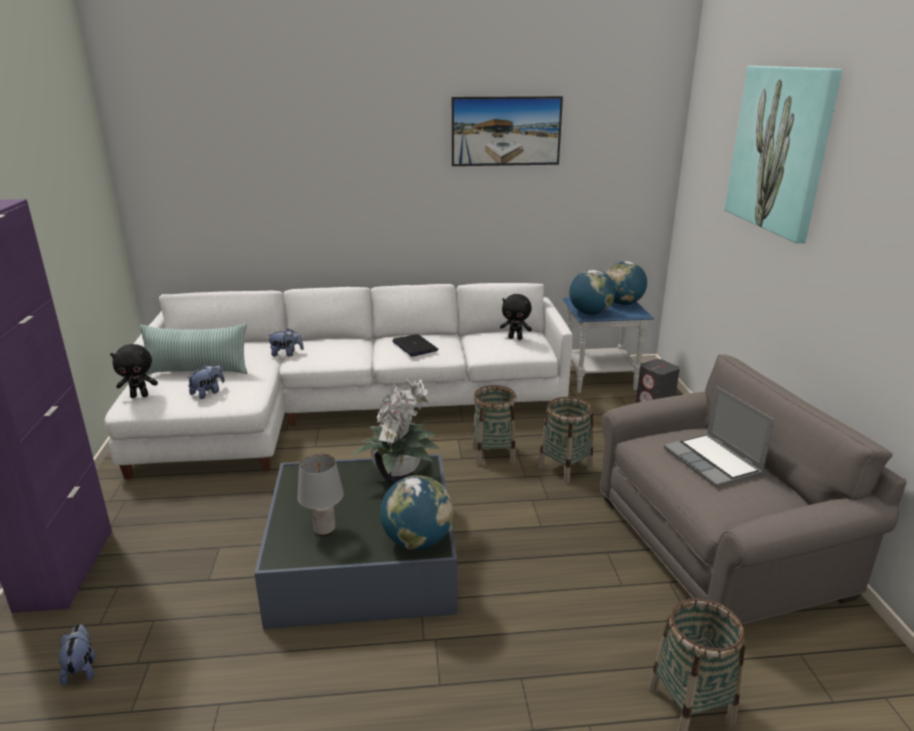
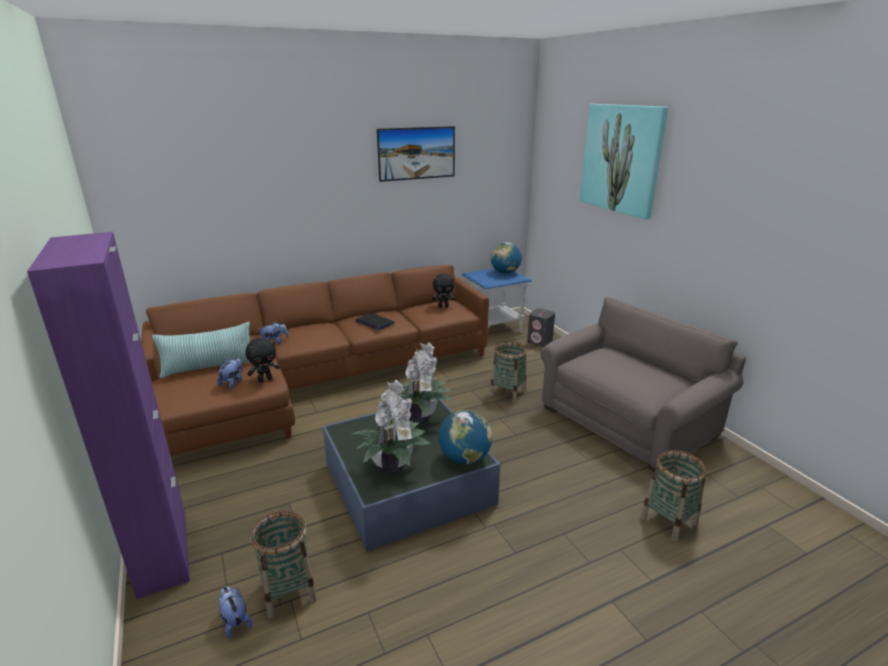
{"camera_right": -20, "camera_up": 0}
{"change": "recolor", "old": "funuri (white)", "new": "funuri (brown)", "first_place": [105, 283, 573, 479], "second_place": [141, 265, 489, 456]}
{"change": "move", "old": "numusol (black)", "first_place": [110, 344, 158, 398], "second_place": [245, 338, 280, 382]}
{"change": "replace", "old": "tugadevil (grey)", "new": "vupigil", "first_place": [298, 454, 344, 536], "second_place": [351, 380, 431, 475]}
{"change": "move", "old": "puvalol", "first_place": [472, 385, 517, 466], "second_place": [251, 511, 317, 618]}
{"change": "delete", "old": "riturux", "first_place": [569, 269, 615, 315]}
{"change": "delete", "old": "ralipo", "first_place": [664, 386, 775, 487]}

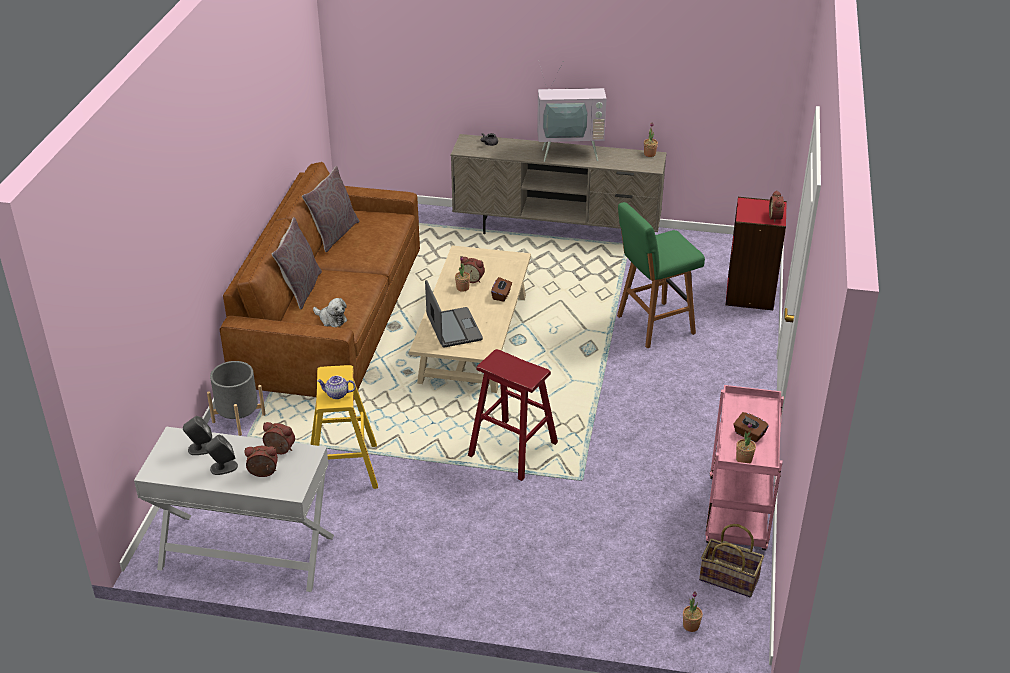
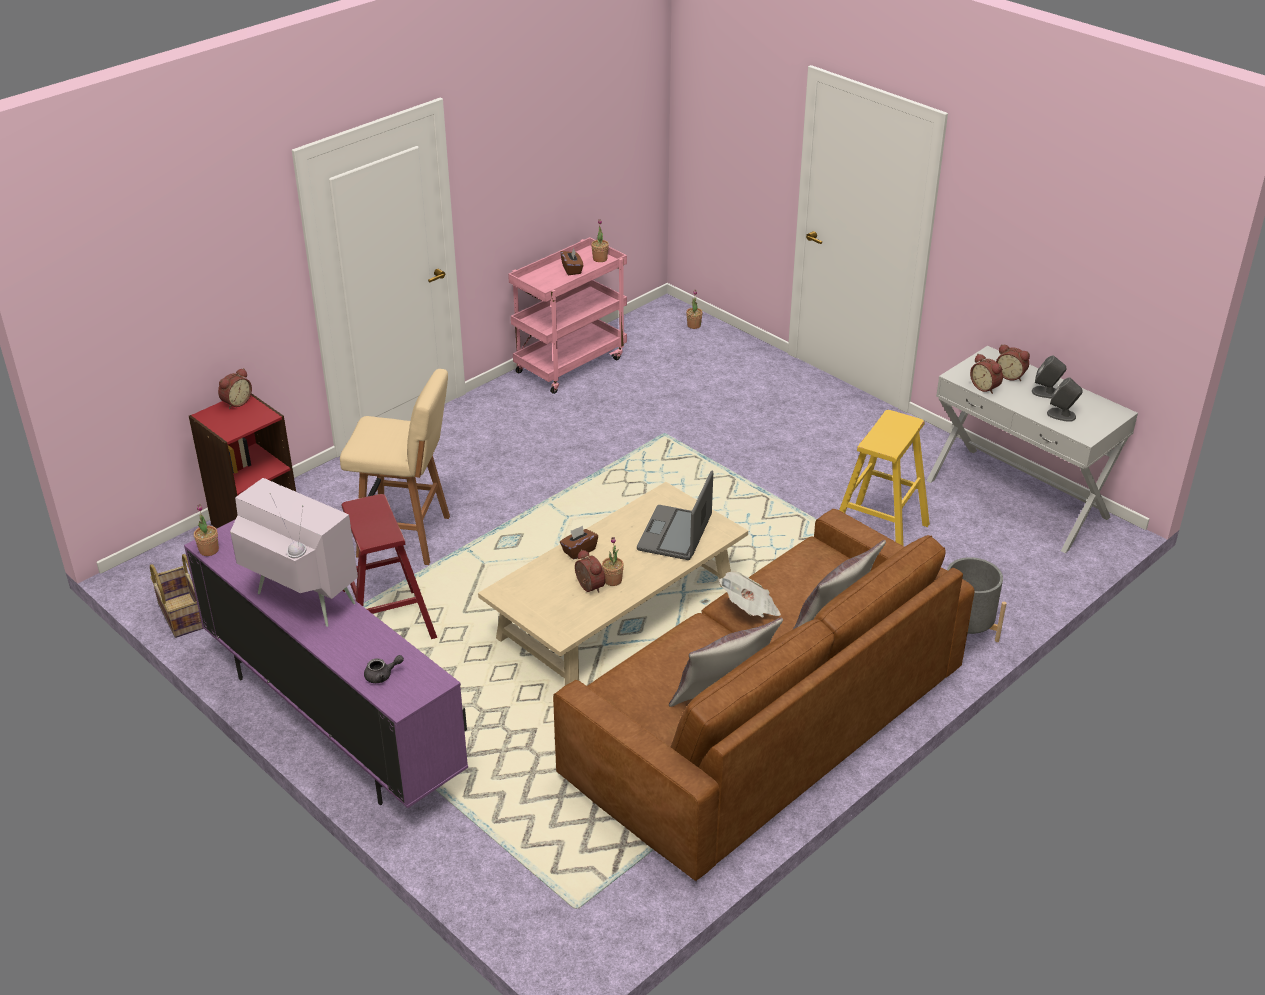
{"camera_right": -145, "camera_up": 0}
{"change": "delete", "old": "numusol", "first_place": [313, 298, 347, 327]}
{"change": "delete", "old": "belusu", "first_place": [317, 376, 356, 399]}
{"change": "recolor", "old": "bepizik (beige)", "new": "bepizik (purple)", "first_place": [451, 134, 667, 234], "second_place": [184, 519, 468, 808]}
{"change": "move", "old": "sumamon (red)", "first_place": [468, 349, 558, 481], "second_place": [341, 494, 437, 639]}
{"change": "recolor", "old": "sumamon (green)", "new": "sumamon (beige)", "first_place": [617, 202, 705, 348], "second_place": [340, 369, 450, 565]}
{"change": "move", "old": "puvalol", "first_place": [699, 524, 764, 597], "second_place": [150, 554, 204, 638]}
{"change": "insert", "new": "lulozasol", "second_place": [719, 572, 781, 617]}

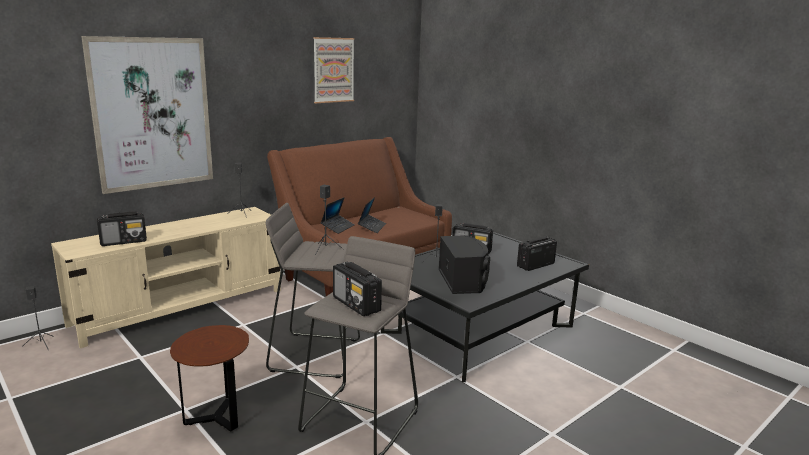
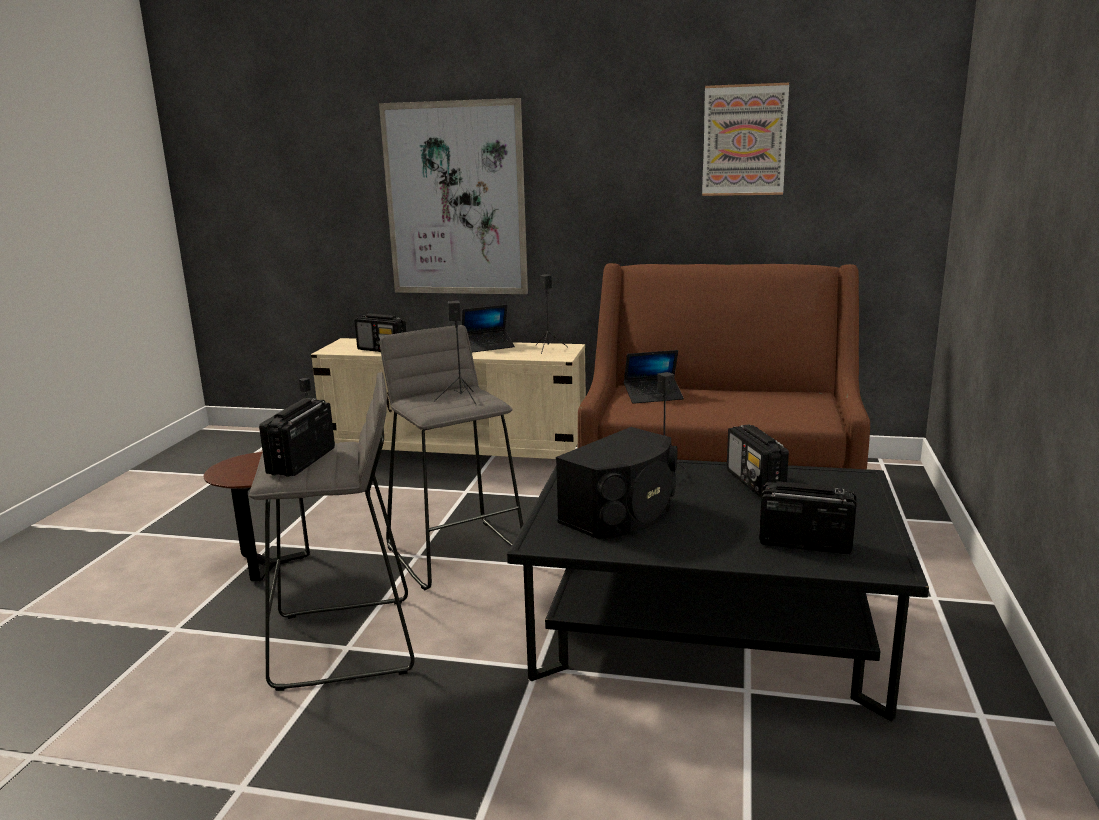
{"camera_right": 55, "camera_up": 0}
{"change": "move", "old": "ralipo", "first_place": [358, 197, 386, 233], "second_place": [462, 304, 515, 353]}

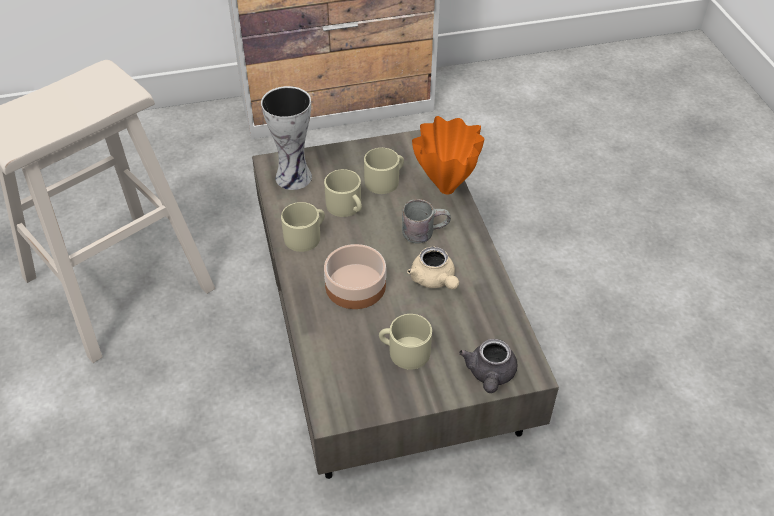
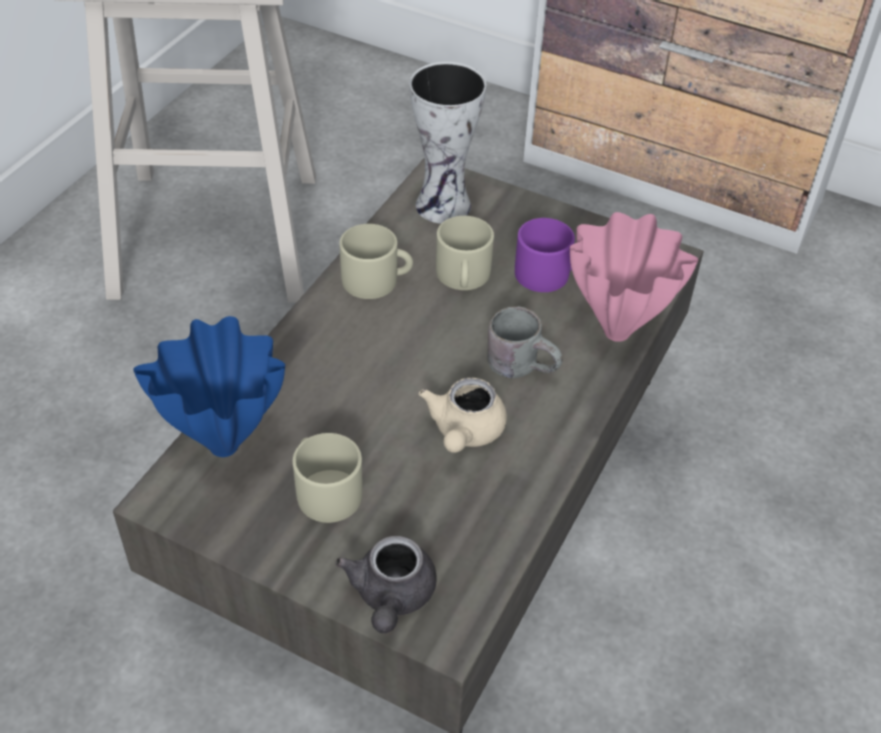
{"camera_right": 40, "camera_up": 0}
{"change": "delete", "old": "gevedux", "first_place": [324, 244, 386, 309]}
{"change": "recolor", "old": "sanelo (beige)", "new": "sanelo (purple)", "first_place": [364, 148, 404, 194], "second_place": [515, 218, 575, 292]}
{"change": "recolor", "old": "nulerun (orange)", "new": "nulerun (pink)", "first_place": [412, 116, 484, 194], "second_place": [570, 212, 698, 342]}
{"change": "rotate", "old": "belusu (grey)", "first_place": [459, 339, 517, 393], "second_place": [335, 536, 437, 633], "degrees": -45}
{"change": "insert", "new": "nulerun (blue)", "second_place": [133, 316, 285, 457]}

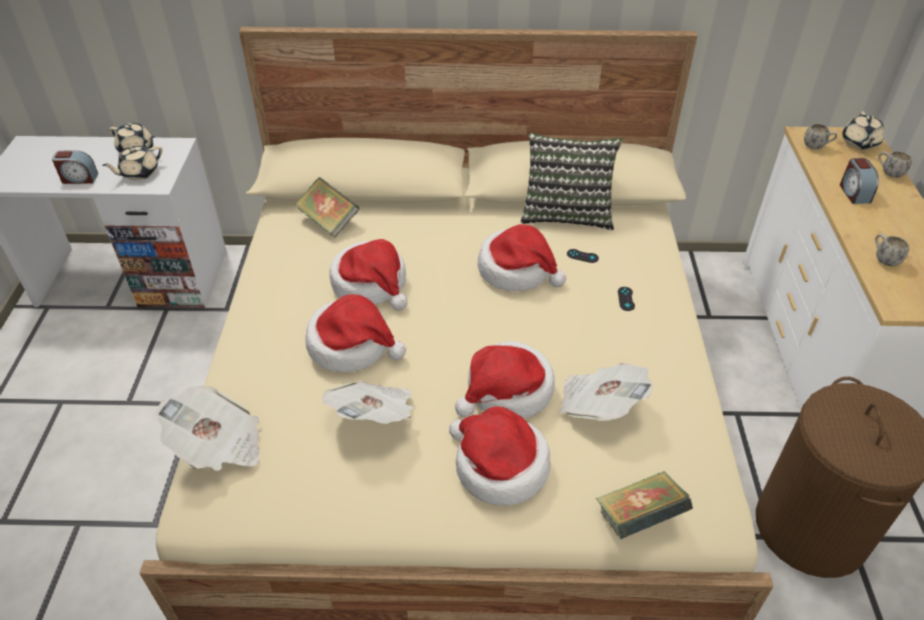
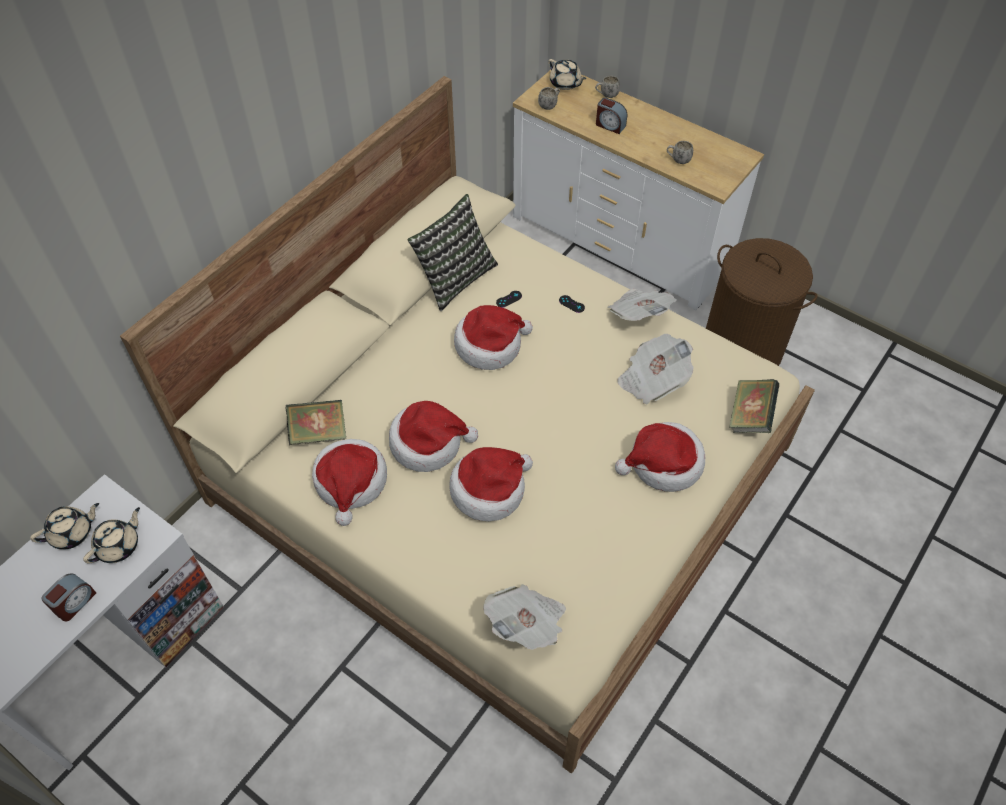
{"camera_right": -55, "camera_up": 10}
{"change": "rotate", "old": "belusu (beige)", "first_place": [102, 146, 162, 180], "second_place": [83, 507, 140, 563], "degrees": -135}
{"change": "move", "old": "lulozasol", "first_place": [322, 381, 414, 424], "second_place": [607, 289, 677, 321]}
{"change": "move", "old": "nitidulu", "first_place": [455, 341, 555, 419], "second_place": [312, 439, 387, 526]}

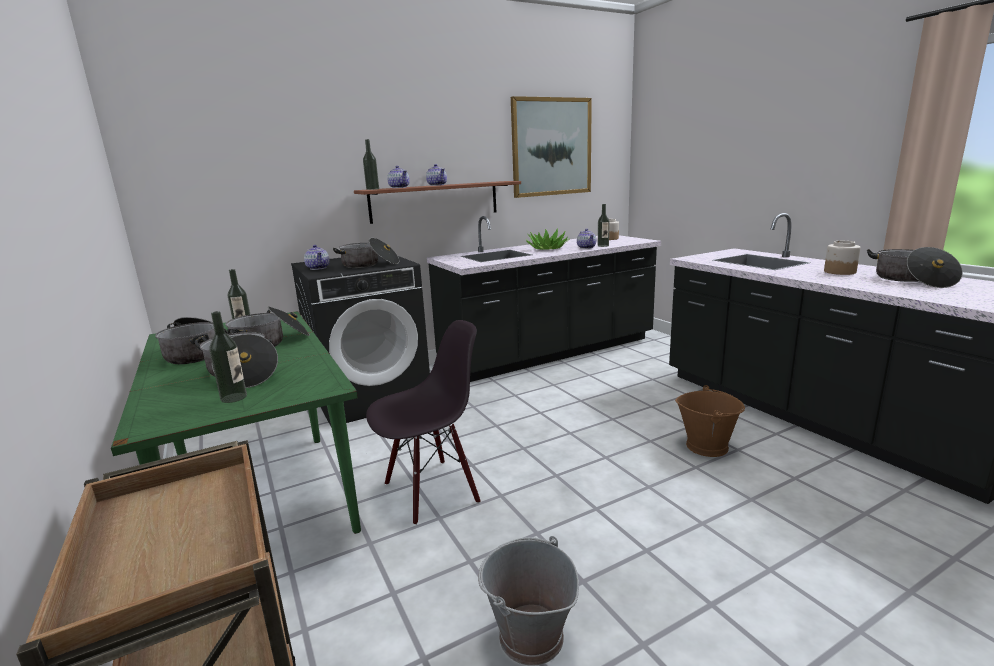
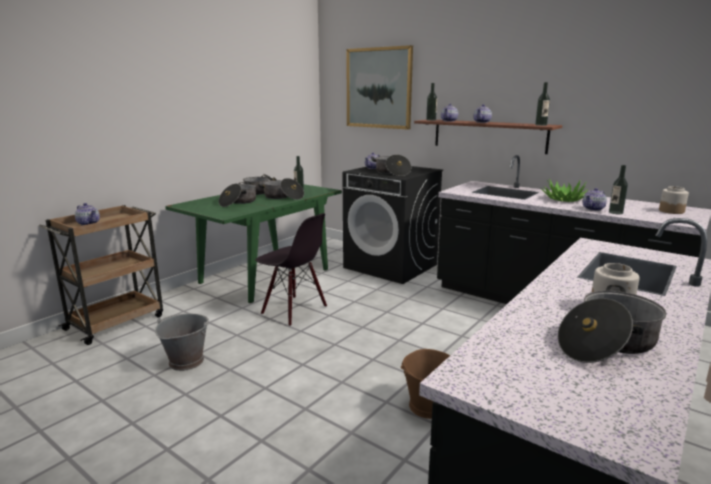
{"camera_right": 65, "camera_up": 0}
{"change": "move", "old": "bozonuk", "first_place": [209, 311, 247, 403], "second_place": [535, 82, 550, 126]}
{"change": "move", "old": "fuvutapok", "first_place": [511, 96, 592, 198], "second_place": [346, 45, 413, 130]}
{"change": "insert", "new": "belusu", "second_place": [75, 203, 100, 226]}

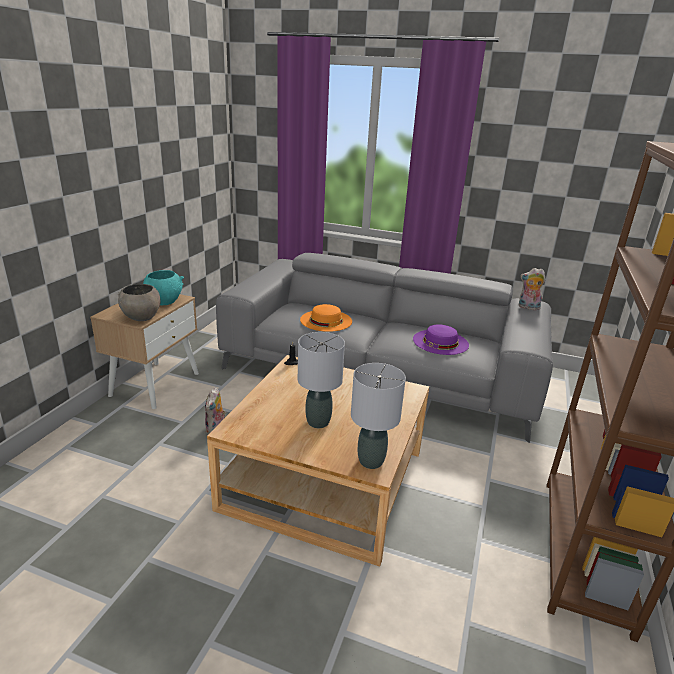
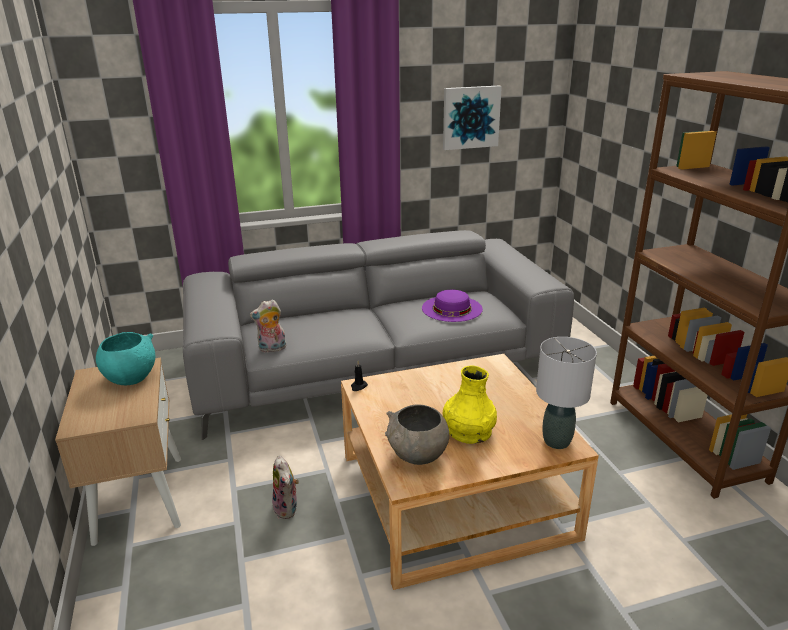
{"camera_right": -35, "camera_up": 0}
{"change": "move", "old": "gevedux (grey)", "first_place": [118, 283, 161, 321], "second_place": [385, 405, 449, 465]}
{"change": "replace", "old": "tugadevil (grey)", "new": "nulerun (yellow)", "first_place": [298, 332, 345, 428], "second_place": [443, 365, 497, 444]}
{"change": "delete", "old": "nitidulu (orange)", "first_place": [300, 304, 352, 332]}
{"change": "move", "old": "numusol", "first_place": [519, 268, 546, 310], "second_place": [250, 299, 286, 353]}
{"change": "insert", "new": "fuvutapok", "second_place": [443, 86, 502, 150]}

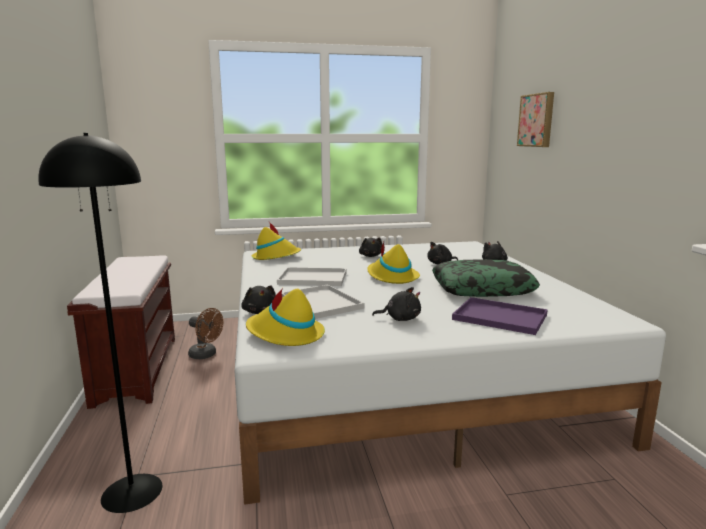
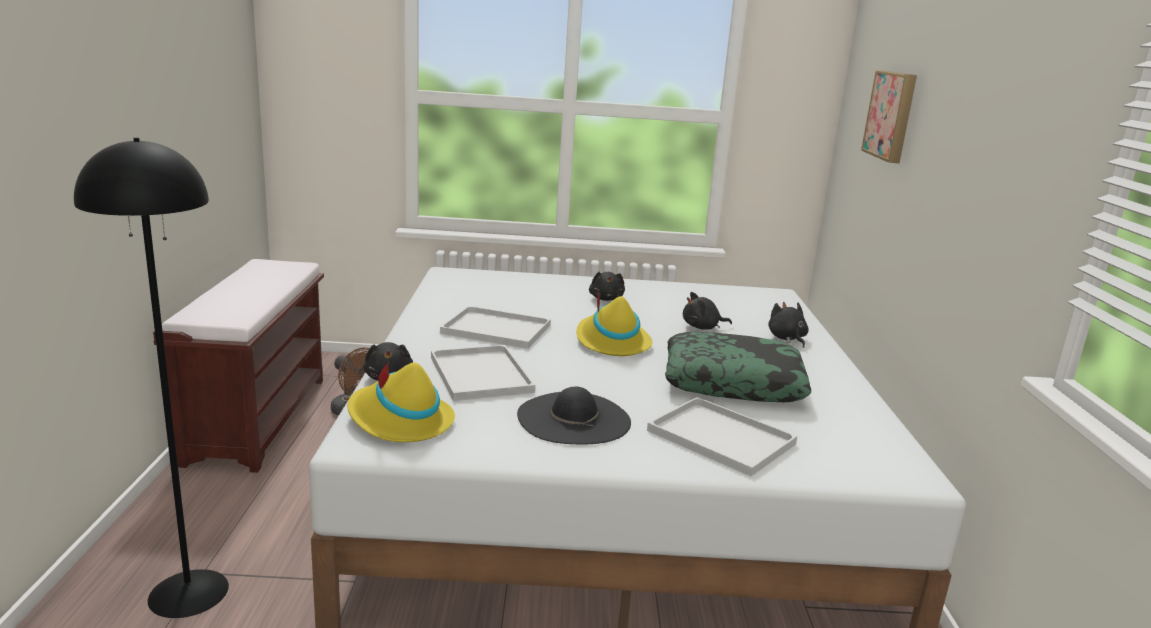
{"camera_right": 10, "camera_up": 5}
{"change": "delete", "old": "nitidulu (yellow)", "first_place": [252, 222, 301, 260]}
{"change": "replace", "old": "numusol (black)", "new": "nitidulu (black)", "first_place": [372, 287, 421, 321], "second_place": [517, 386, 631, 445]}
{"change": "recolor", "old": "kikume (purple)", "new": "kikume (white)", "first_place": [452, 297, 548, 335], "second_place": [647, 397, 797, 477]}

